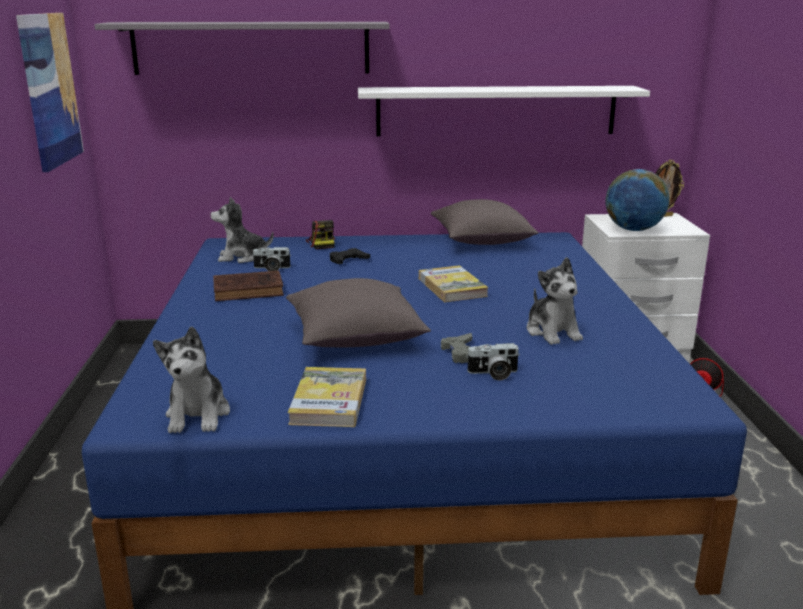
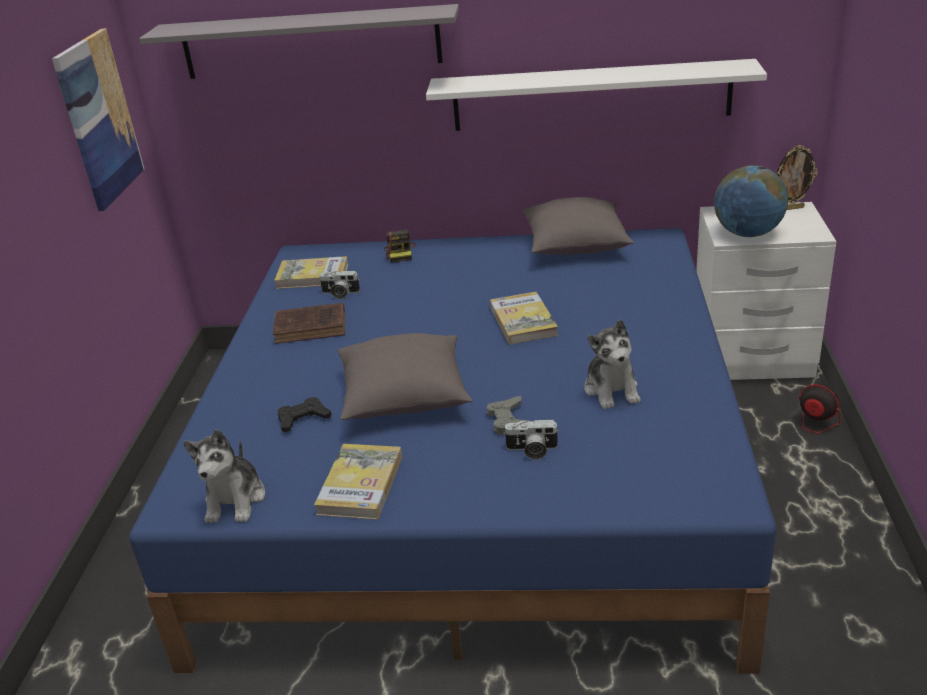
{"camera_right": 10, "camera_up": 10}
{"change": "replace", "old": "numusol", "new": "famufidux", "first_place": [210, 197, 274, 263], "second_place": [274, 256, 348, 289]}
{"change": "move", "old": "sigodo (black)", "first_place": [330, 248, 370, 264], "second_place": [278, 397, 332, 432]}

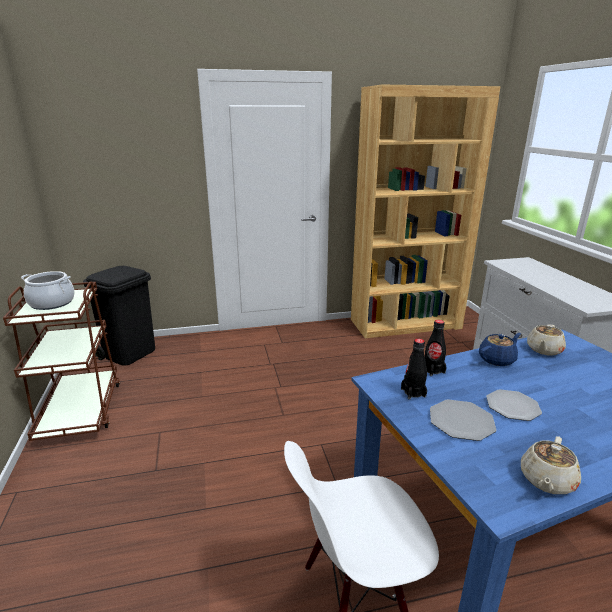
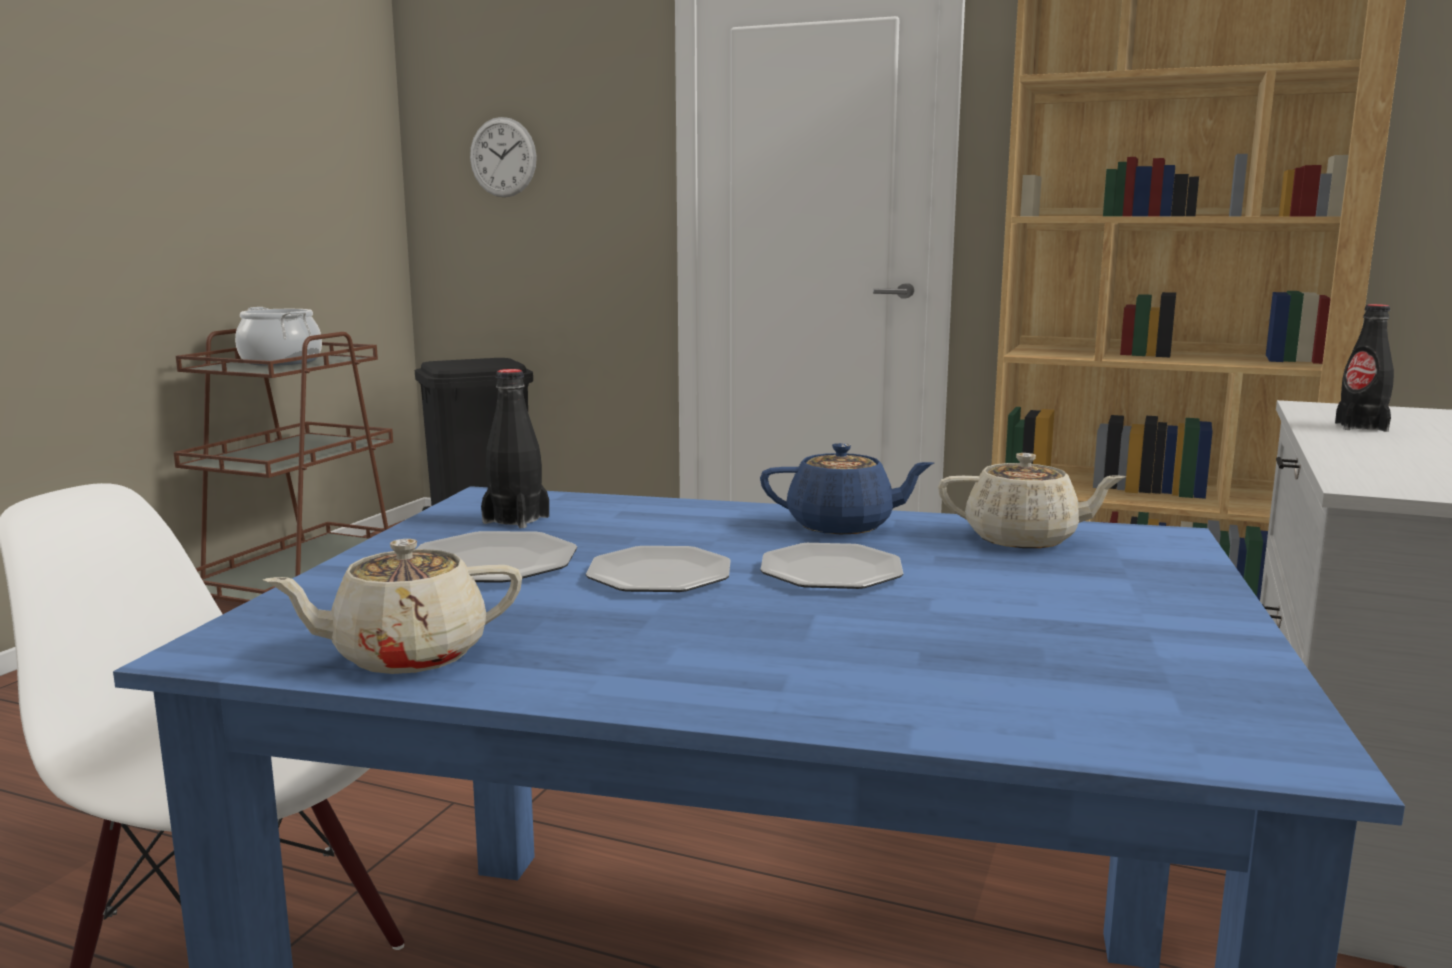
{"camera_right": 35, "camera_up": -10}
{"change": "move", "old": "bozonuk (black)", "first_place": [425, 320, 446, 376], "second_place": [1335, 304, 1394, 432]}
{"change": "rotate", "old": "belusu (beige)", "first_place": [527, 324, 566, 356], "second_place": [938, 453, 1126, 548], "degrees": -150}
{"change": "insert", "new": "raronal", "second_place": [470, 117, 537, 197]}
{"change": "insert", "new": "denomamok", "second_place": [760, 543, 903, 589]}

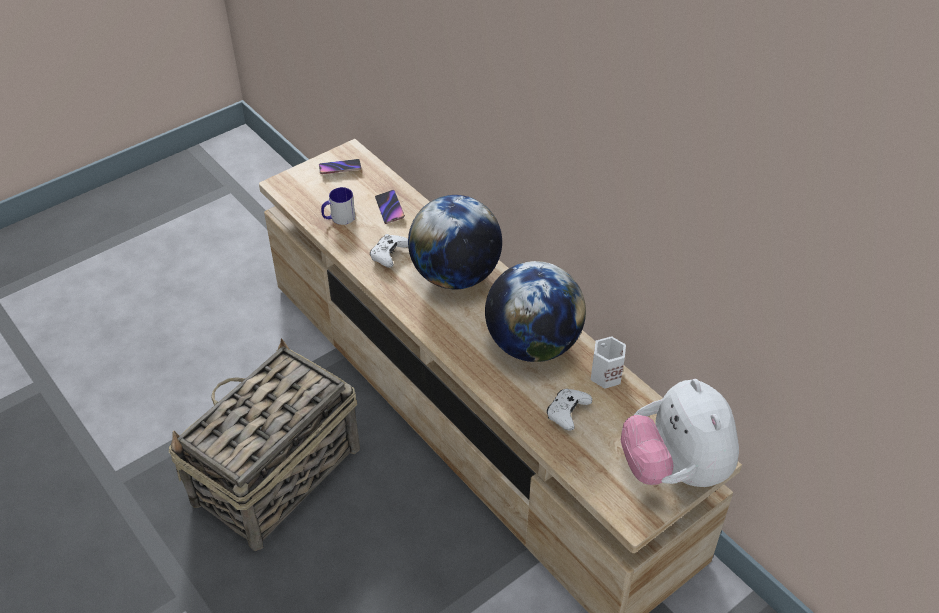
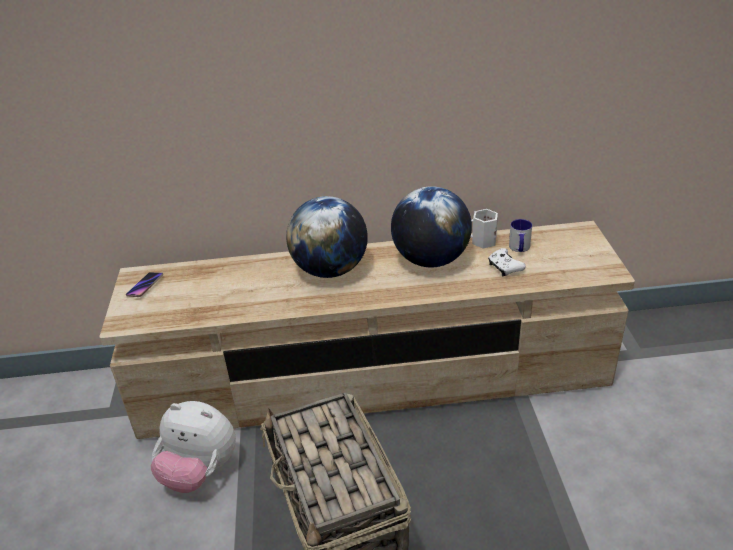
{"camera_right": -55, "camera_up": -10}
{"change": "move", "old": "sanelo", "first_place": [321, 187, 355, 225], "second_place": [509, 219, 532, 252]}
{"change": "delete", "old": "sigodo (white)", "first_place": [370, 234, 408, 268]}
{"change": "delete", "old": "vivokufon", "first_place": [375, 190, 405, 224]}
{"change": "move", "old": "numusol", "first_place": [621, 379, 739, 487], "second_place": [150, 401, 236, 493]}

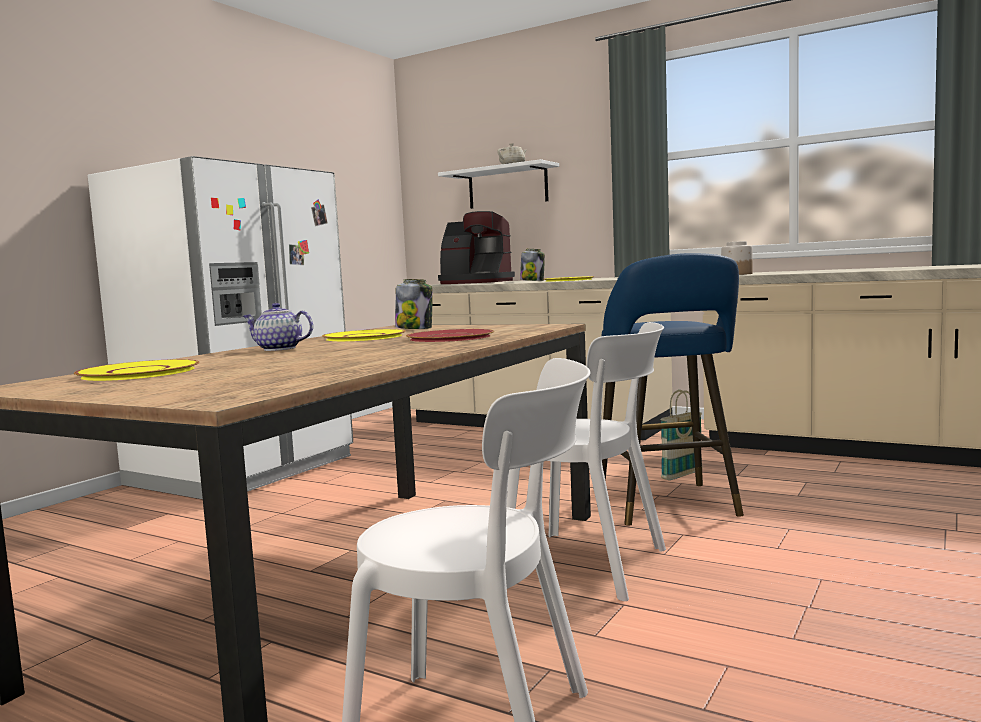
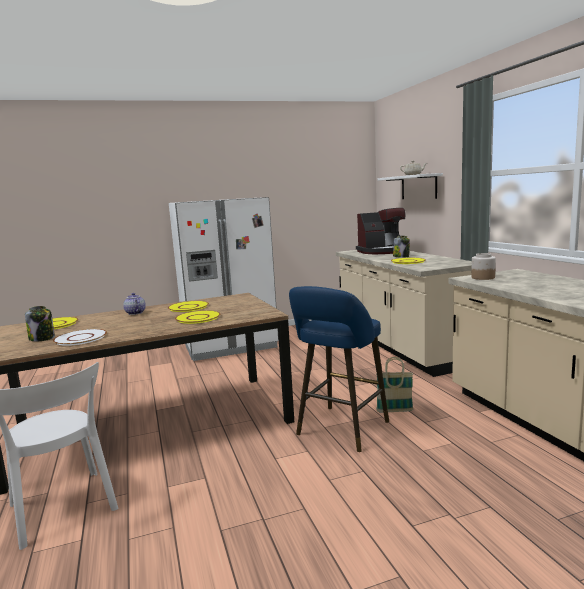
{"camera_right": 40, "camera_up": 5}
{"change": "move", "old": "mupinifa", "first_place": [395, 279, 433, 329], "second_place": [25, 306, 55, 341]}
{"change": "recolor", "old": "denomamok (red)", "new": "denomamok (yellow)", "first_place": [406, 329, 494, 342], "second_place": [175, 310, 220, 324]}
{"change": "rotate", "old": "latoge", "first_place": [438, 211, 515, 284], "second_place": [356, 208, 405, 254], "degrees": -75}
{"change": "delete", "old": "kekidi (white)", "first_place": [507, 322, 666, 601]}
{"change": "insert", "new": "denomamok (white)", "second_place": [53, 329, 107, 346]}

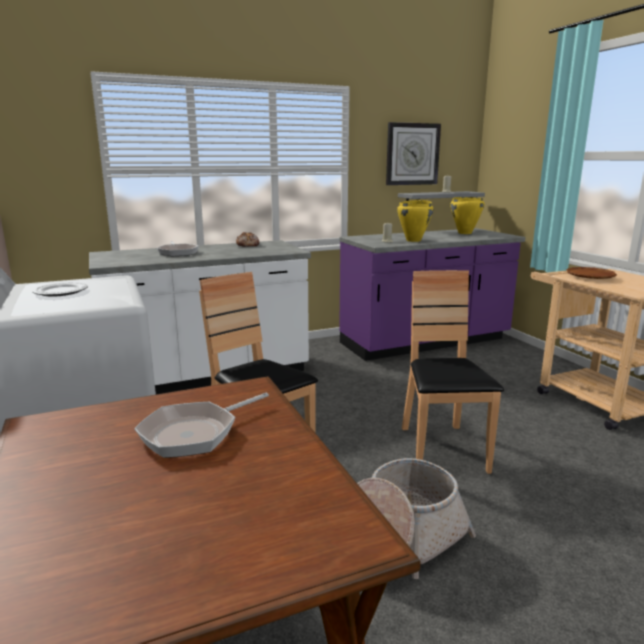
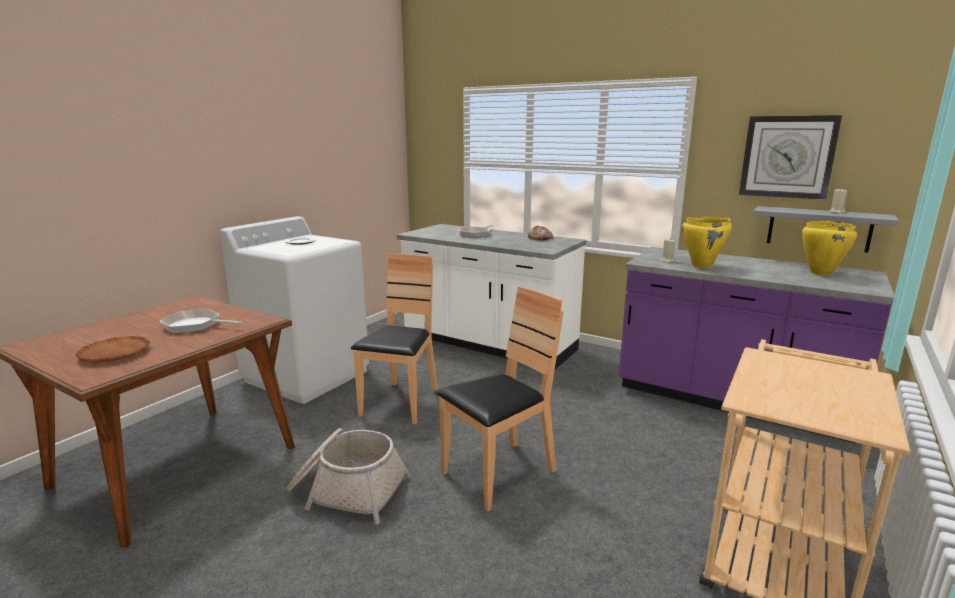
{"camera_right": 55, "camera_up": 0}
{"change": "move", "old": "denomamok (brown)", "first_place": [567, 267, 617, 279], "second_place": [75, 336, 150, 362]}

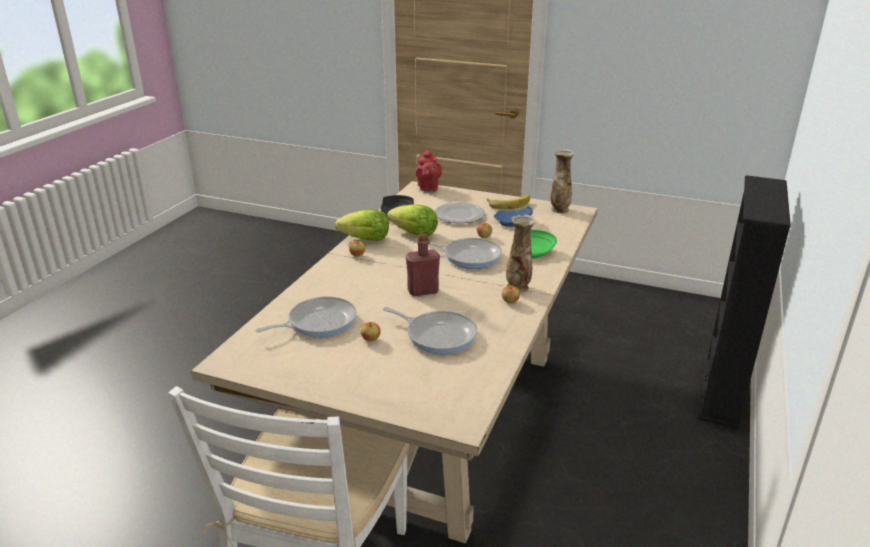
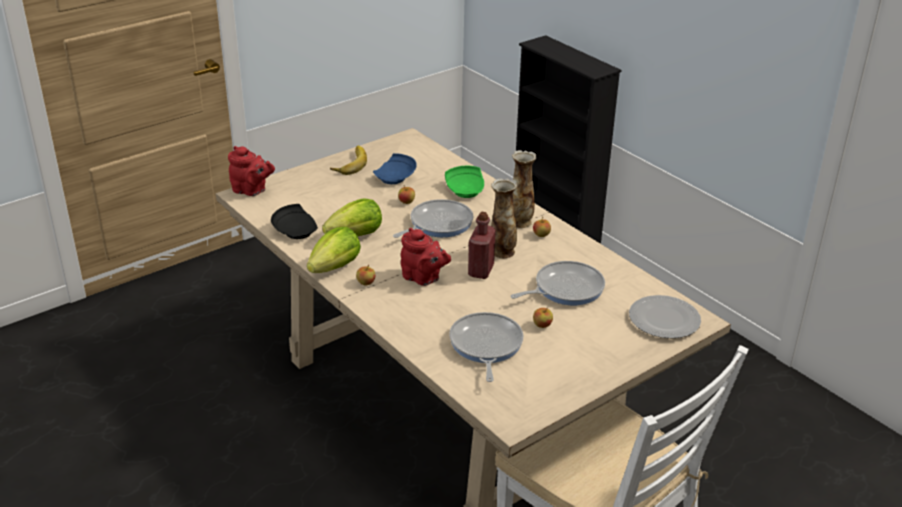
{"camera_right": -60, "camera_up": 5}
{"change": "move", "old": "denomamok", "first_place": [434, 202, 485, 223], "second_place": [629, 295, 701, 338]}
{"change": "move", "old": "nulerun", "first_place": [551, 149, 574, 213], "second_place": [491, 178, 517, 258]}
{"change": "insert", "new": "belusu (red)", "second_place": [401, 228, 451, 286]}

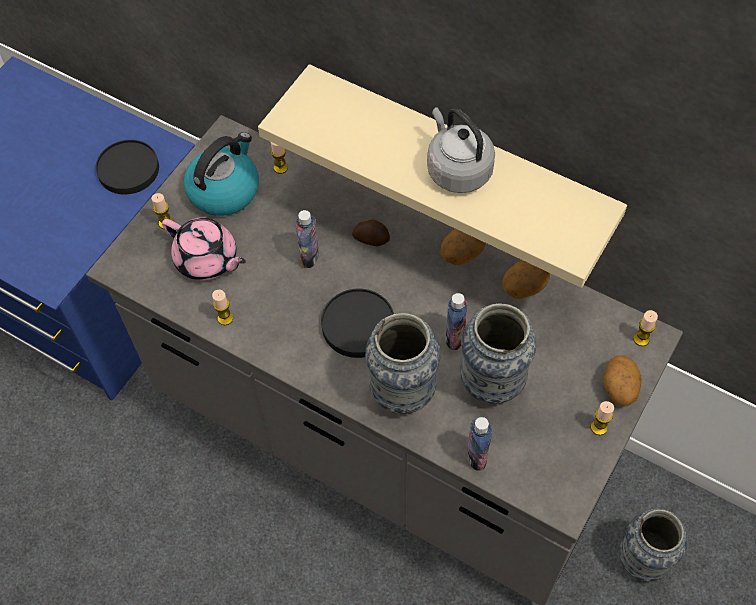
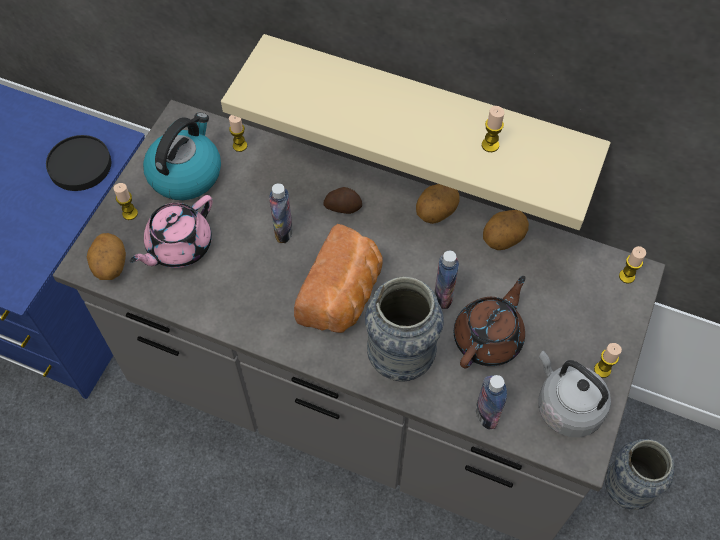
{"camera_right": -10, "camera_up": 0}
{"change": "rotate", "old": "belusu (pink)", "first_place": [162, 217, 246, 280], "second_place": [130, 195, 213, 268], "degrees": 105}
{"change": "move", "old": "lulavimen", "first_place": [212, 290, 233, 325], "second_place": [482, 106, 504, 152]}
{"change": "replace", "old": "denomamok (black)", "new": "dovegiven", "first_place": [321, 289, 394, 358], "second_place": [294, 224, 383, 333]}
{"change": "move", "old": "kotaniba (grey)", "first_place": [427, 107, 495, 193], "second_place": [538, 350, 611, 437]}
{"change": "replace", "old": "nulerun", "new": "belusu (brown)", "first_place": [460, 303, 536, 404], "second_place": [454, 276, 525, 369]}
{"change": "move", "old": "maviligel", "first_place": [602, 355, 641, 406], "second_place": [87, 233, 126, 280]}

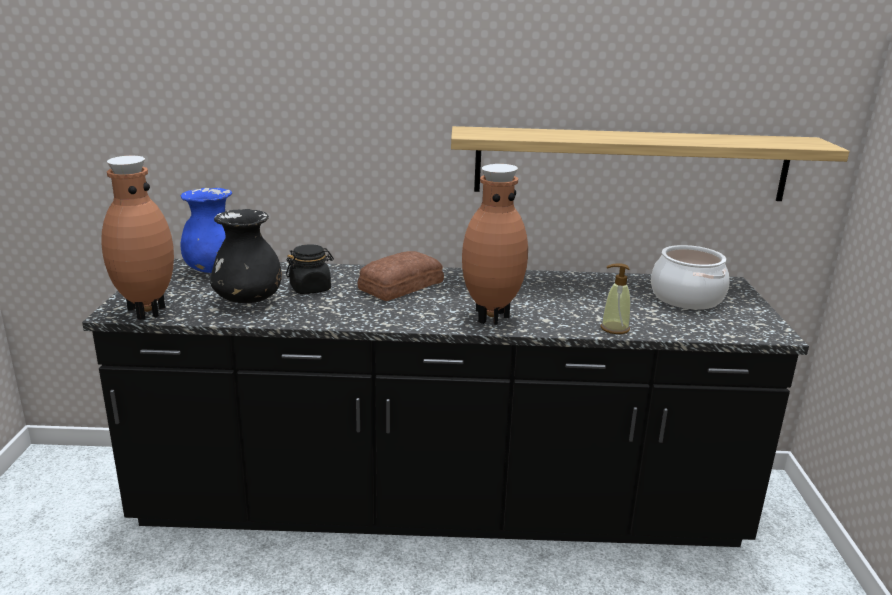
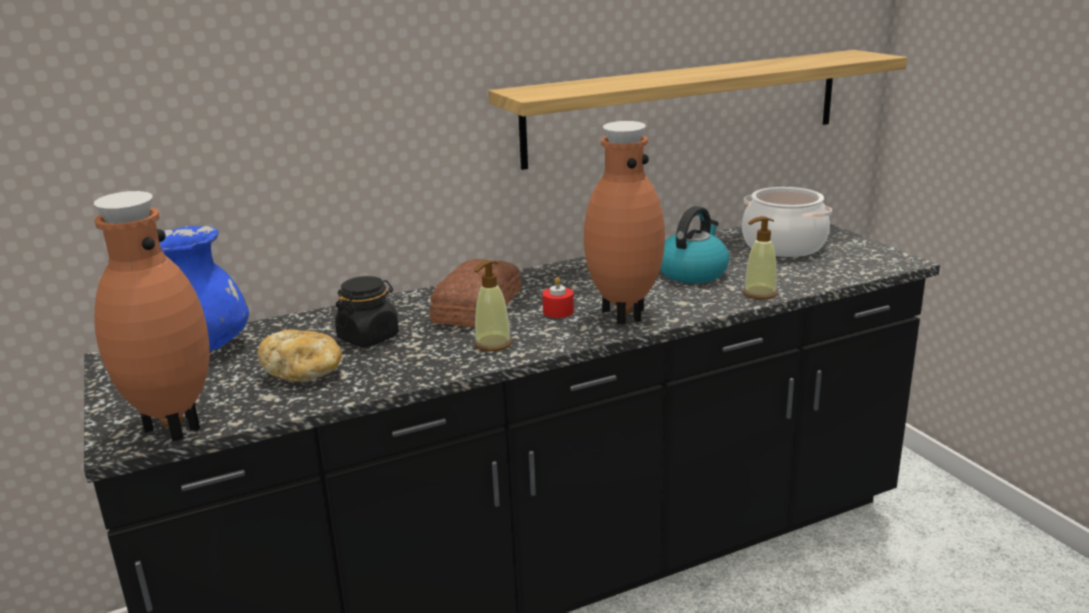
{"camera_right": -25, "camera_up": 0}
{"change": "replace", "old": "nulerun (black)", "new": "dovegiven", "first_place": [210, 209, 282, 304], "second_place": [257, 330, 342, 382]}
{"change": "insert", "new": "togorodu", "second_place": [474, 260, 512, 351]}
{"change": "insert", "new": "lulavimen (red)", "second_place": [542, 277, 574, 318]}
{"change": "insert", "new": "kotaniba", "second_place": [660, 206, 729, 283]}

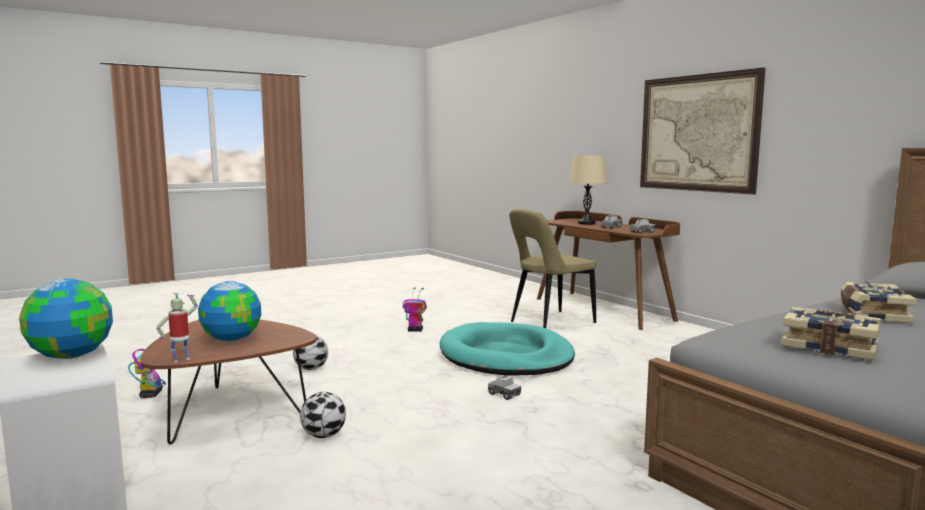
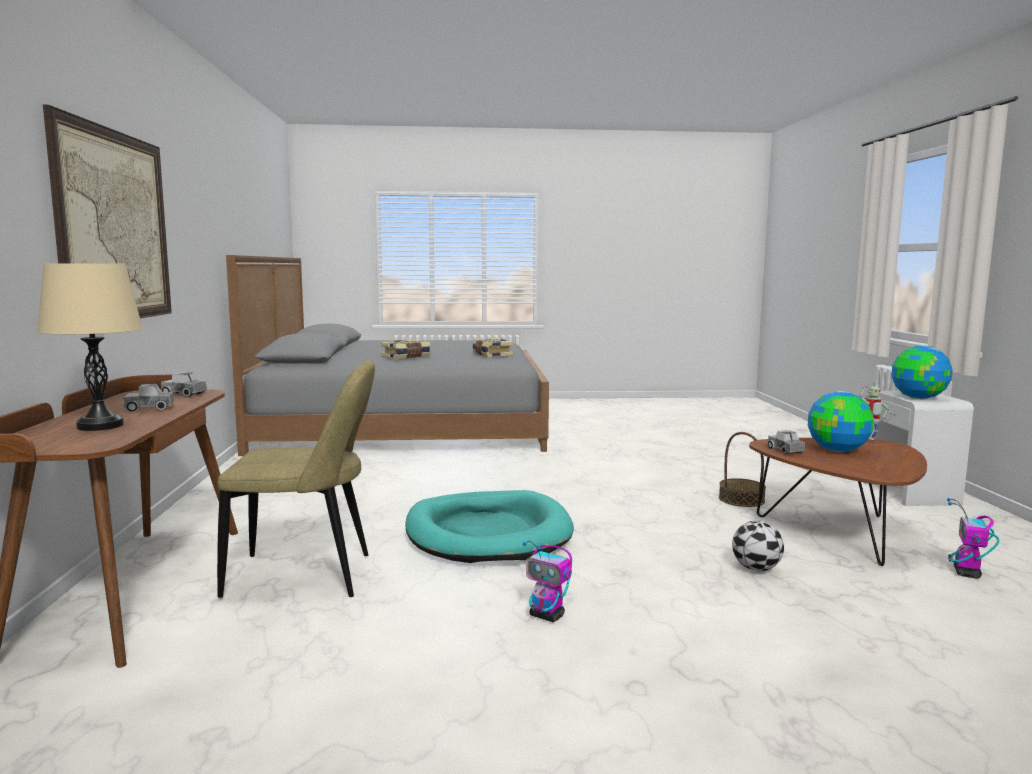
{"camera_right": -150, "camera_up": 0}
{"change": "replace", "old": "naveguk", "new": "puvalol", "first_place": [300, 392, 346, 438], "second_place": [719, 432, 766, 507]}
{"change": "move", "old": "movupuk", "first_place": [488, 375, 521, 400], "second_place": [768, 430, 805, 454]}

